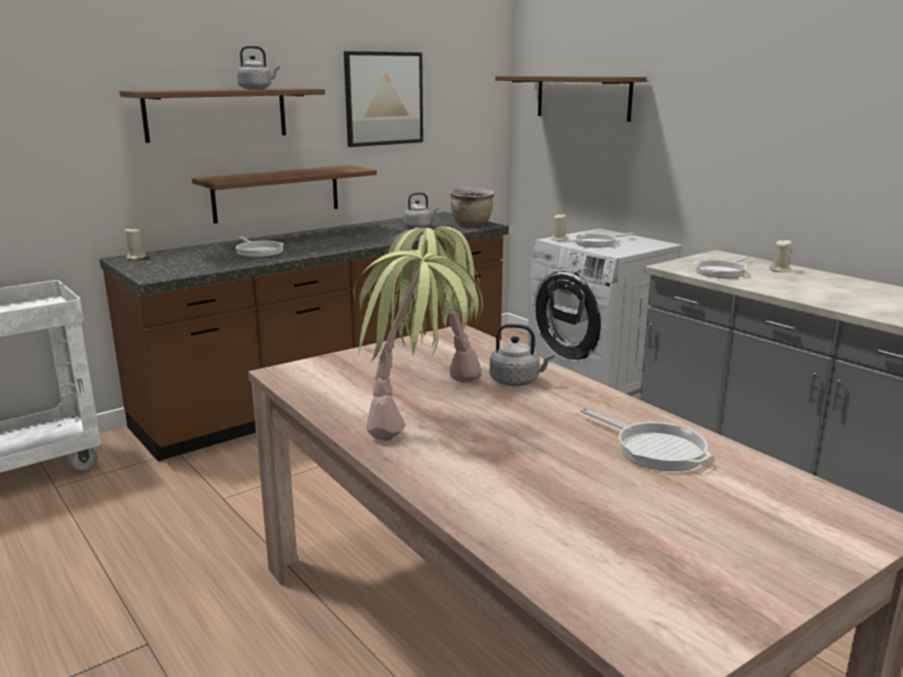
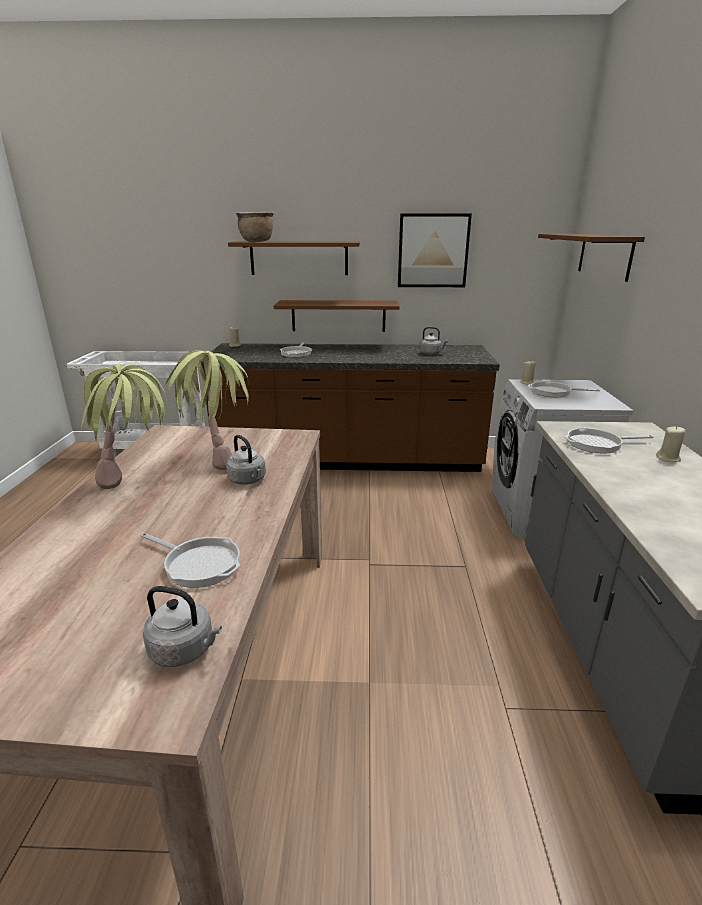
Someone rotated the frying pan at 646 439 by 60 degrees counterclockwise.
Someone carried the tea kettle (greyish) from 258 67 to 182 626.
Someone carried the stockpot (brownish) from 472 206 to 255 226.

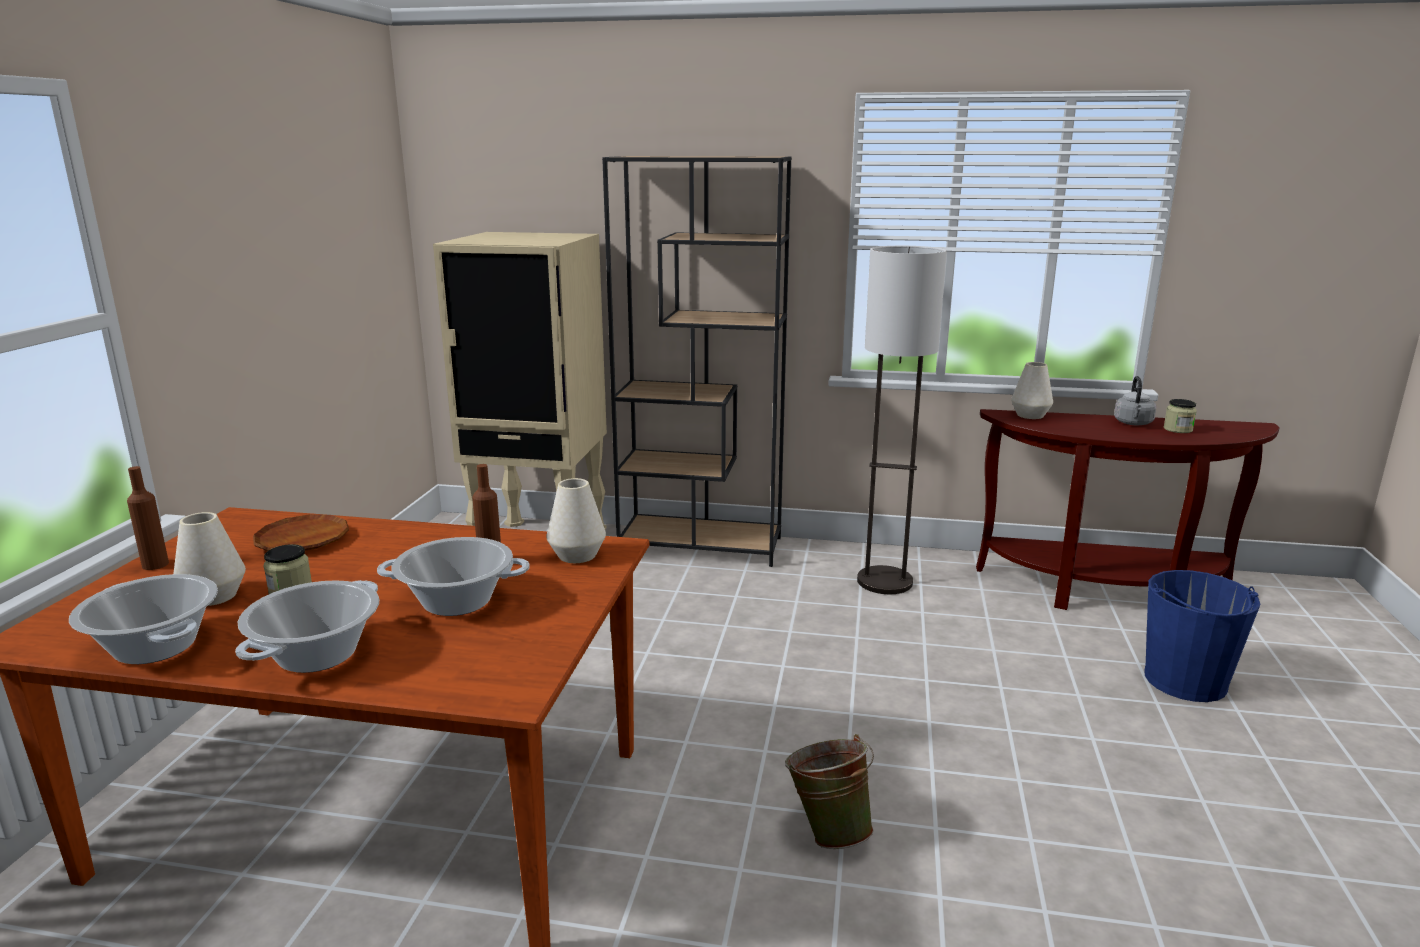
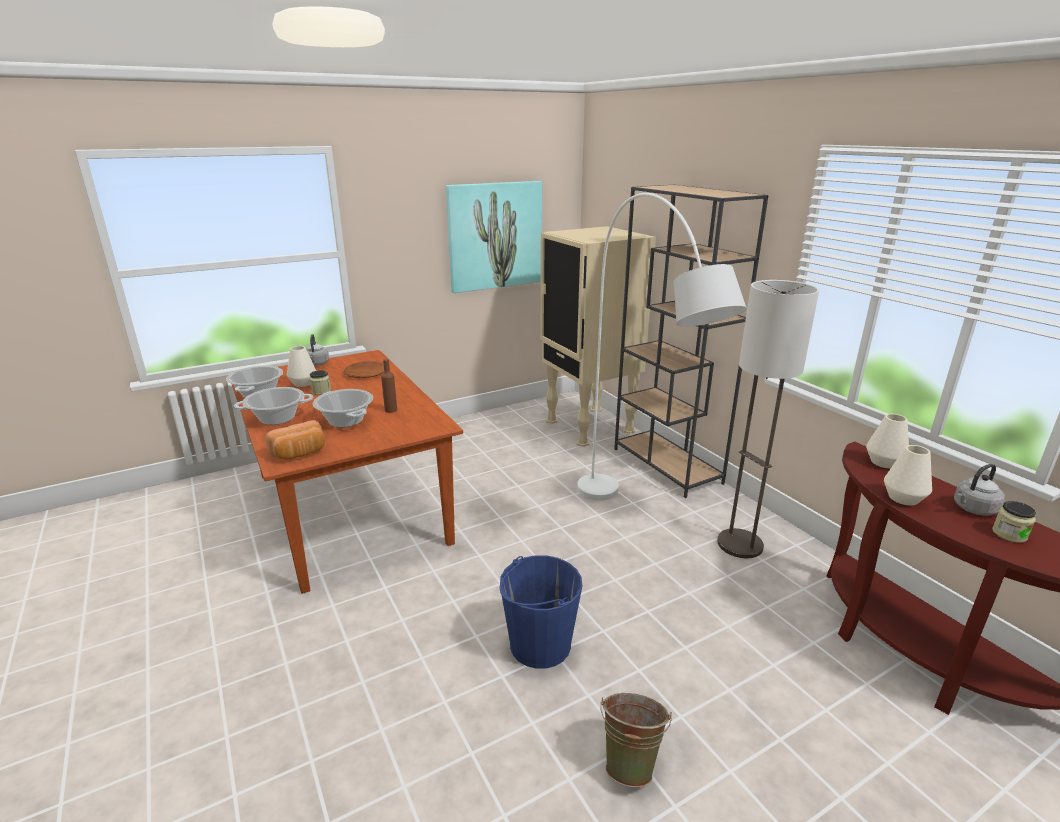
Someone put down the baked bread at 295 440.
Someone swapped the drink bottle (brownish) at 148 518 for the tea kettle (greyish) at 317 350.
Someone put up the wall art at 494 237.
Someone carried the pail (bluish) from 1202 636 to 541 612.
Someone put down the standard lamp (whitish) at 662 347.
Someone carried the pail (green-coloured) from 829 791 to 636 740.
Someone carried the decorative vase (whitish) from 576 520 to 908 475.

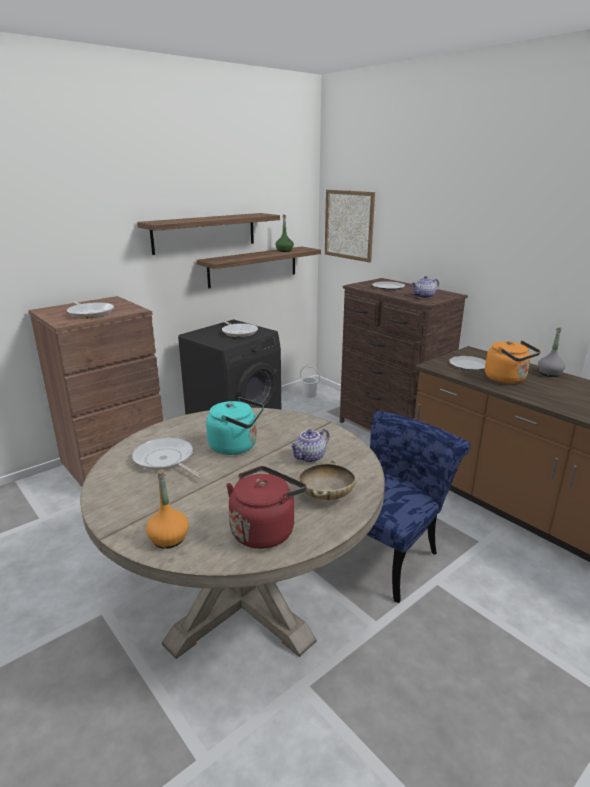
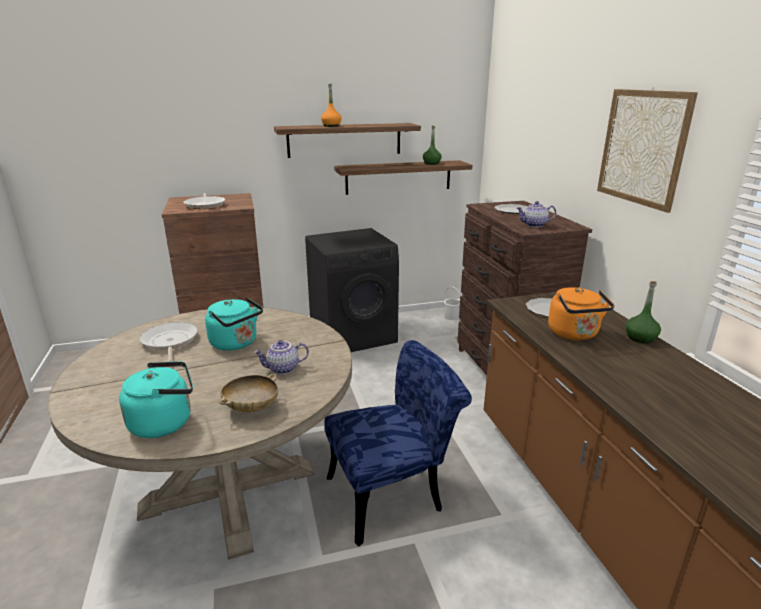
Someone repainted the tea kettle (red) at 266 507, which became the tea kettle (turquoise) at 156 399.
Someone carried the drink bottle (orange-coloured) from 167 509 to 331 105.
Someone carried the wall art from 350 226 to 647 150.
Someone repainted the drink bottle (greyish) at 552 352, which became the drink bottle (green-coloured) at 643 312.
Someone took away the frying pan at 240 328.

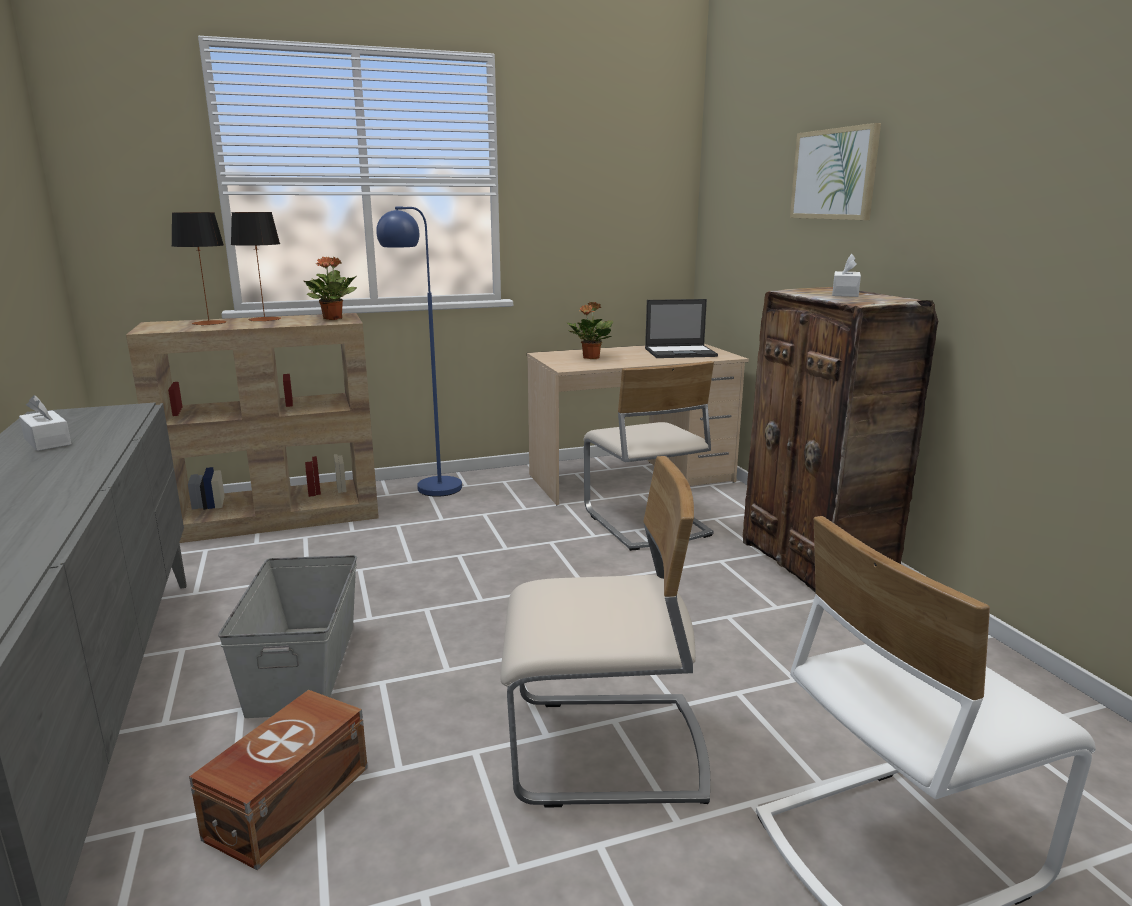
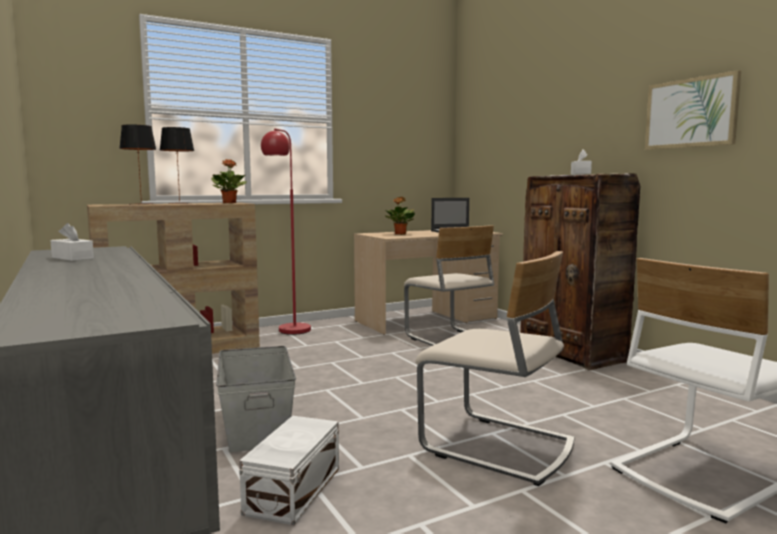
Someone repainted the storage bin (brownish) at 278 780, which became the storage bin (whitish) at 289 470.
Someone repainted the standard lamp (bluish) at 419 352, which became the standard lamp (red) at 286 232.
Someone rotated the chair (sand-coloured) at 605 631 by 45 degrees clockwise.
Someone carried the wall art from 835 171 to 693 110.

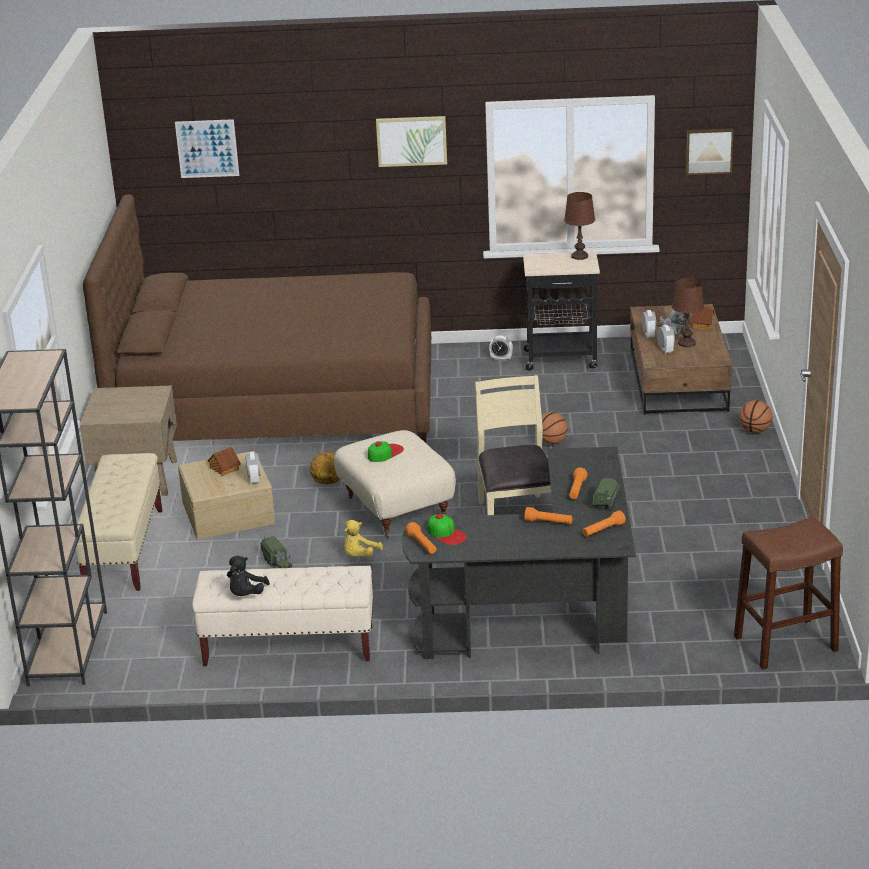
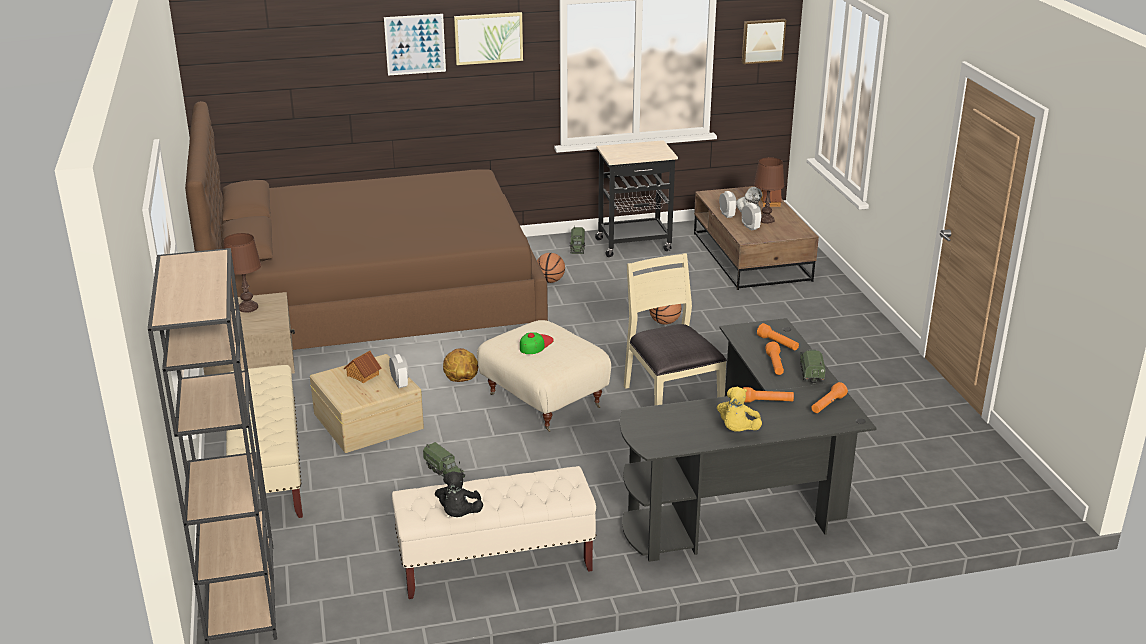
Someone carried the tabletop lamp (brownish) from 579 226 to 242 273.
Someone carried the wall art from 207 148 to 415 45.
Someone carried the basketball from 755 416 to 551 268.
Someone swapped the bedside clock at 501 348 for the model truck at 577 240.
Someone carried the plush toy (yellow) from 363 538 to 739 409.
Someone carried the hand torch (orange-coloured) from 420 538 to 778 337.
Someone took away the cap at 447 529.
Someone took away the stool seat (brownish) at 788 593.

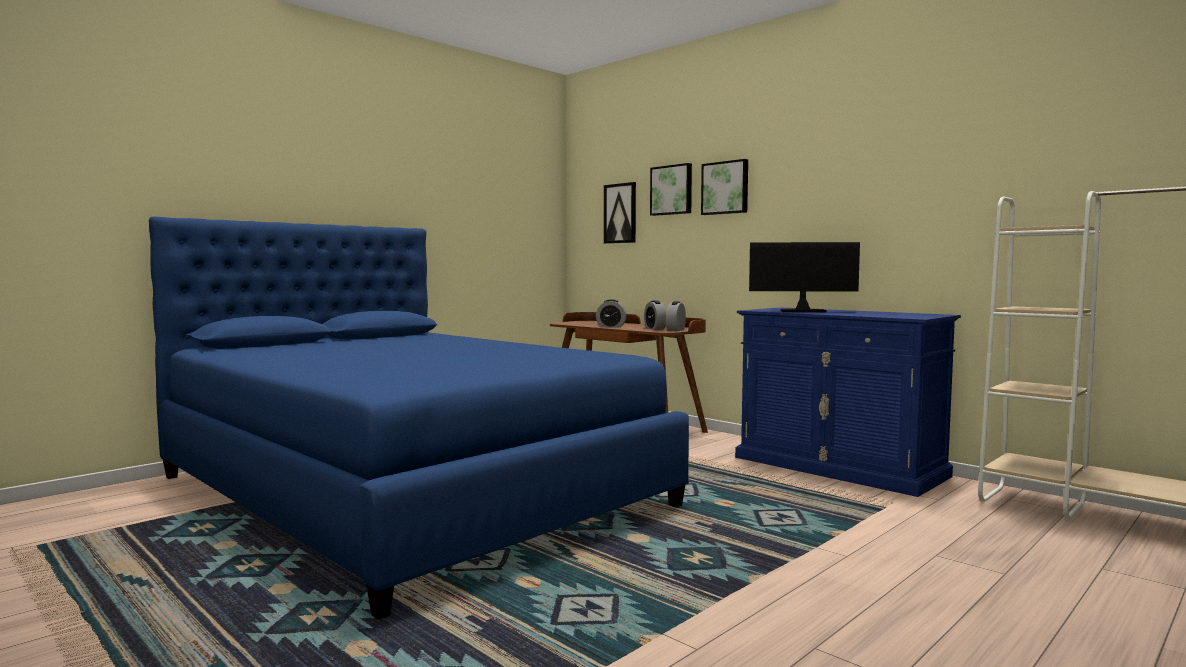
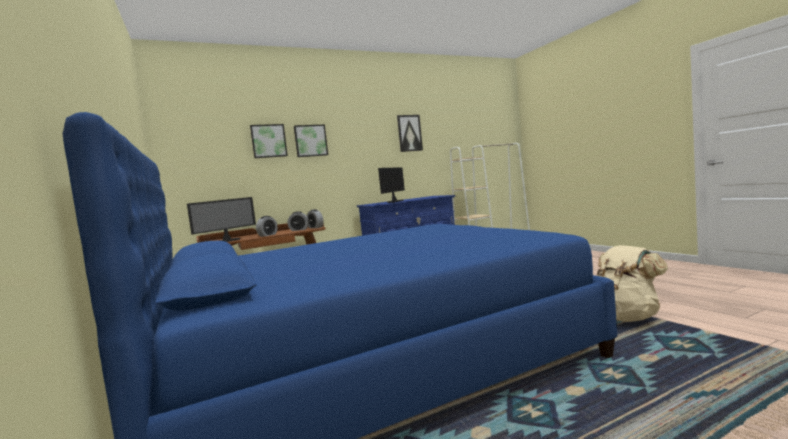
Someone put down the computer display at 221 219.
Someone carried the wall art from 620 213 to 410 133.
Someone put down the rucksack (sand-coloured) at 632 283.

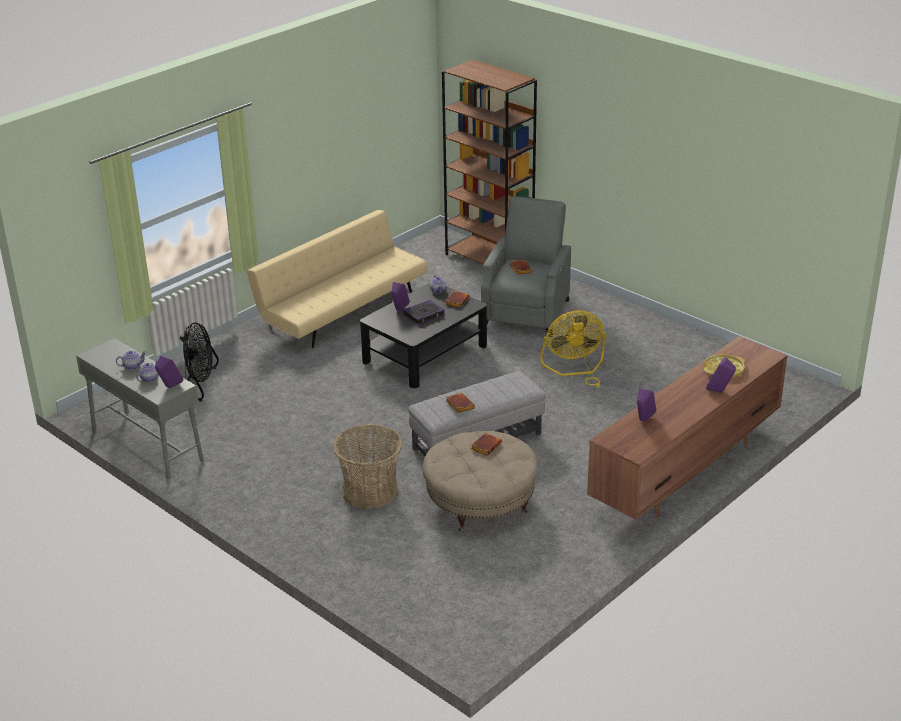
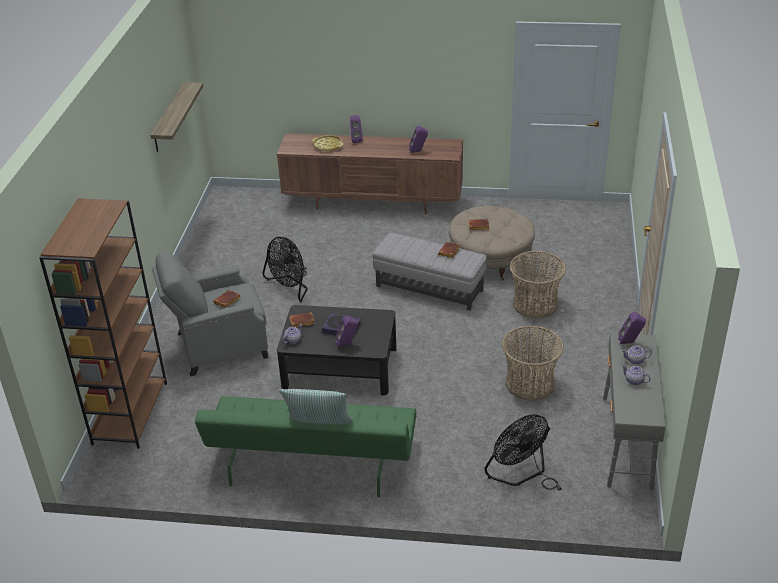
Someone put up the shelf at 176 117.
Someone repainted the settee (sand-coloured) at 337 279, which became the settee (green-coloured) at 305 446.
Someone repainted the fan (yellow) at 573 349, which became the fan (black-coloured) at 285 270.
Someone put down the throw pillow at 316 406.
Someone put down the household basket at 533 363.

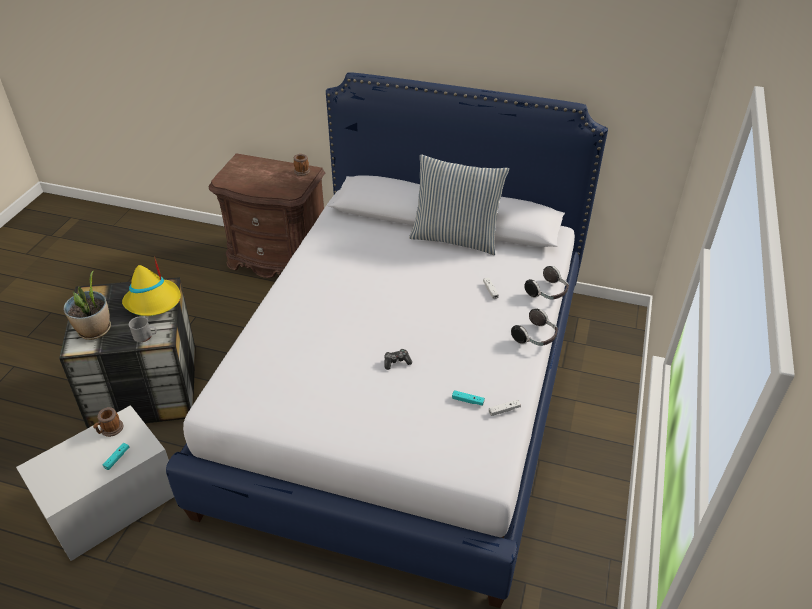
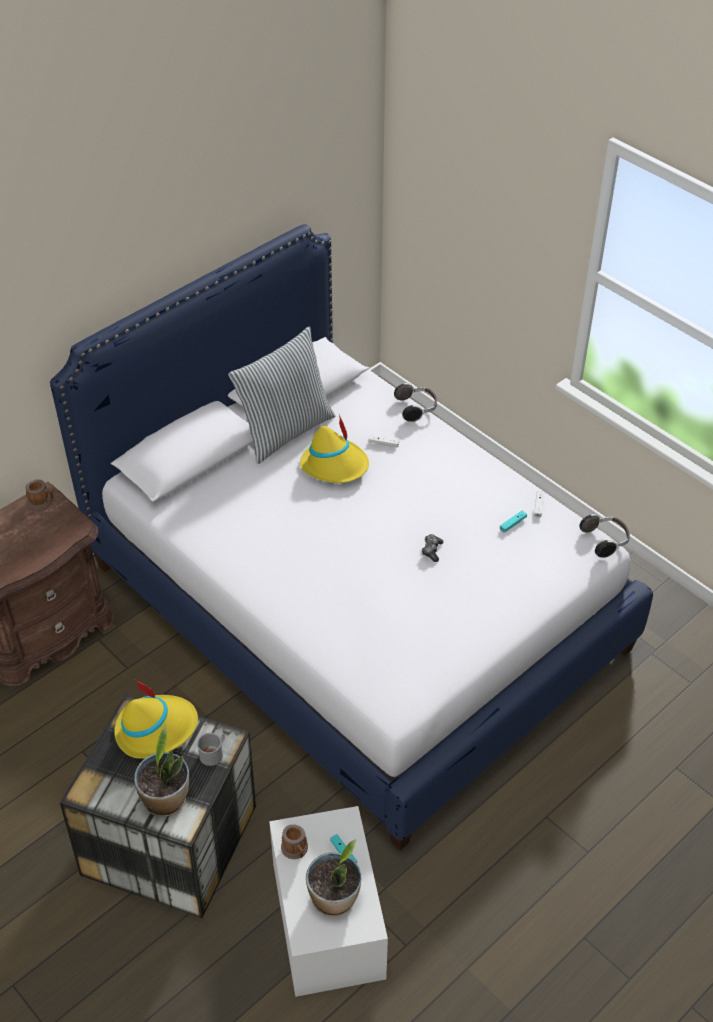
Someone put down the wearable hat (yellow) at 334 448.
Someone put down the plant in a pot at 333 878.
Someone carried the pair of headphones from 534 327 to 605 536.

